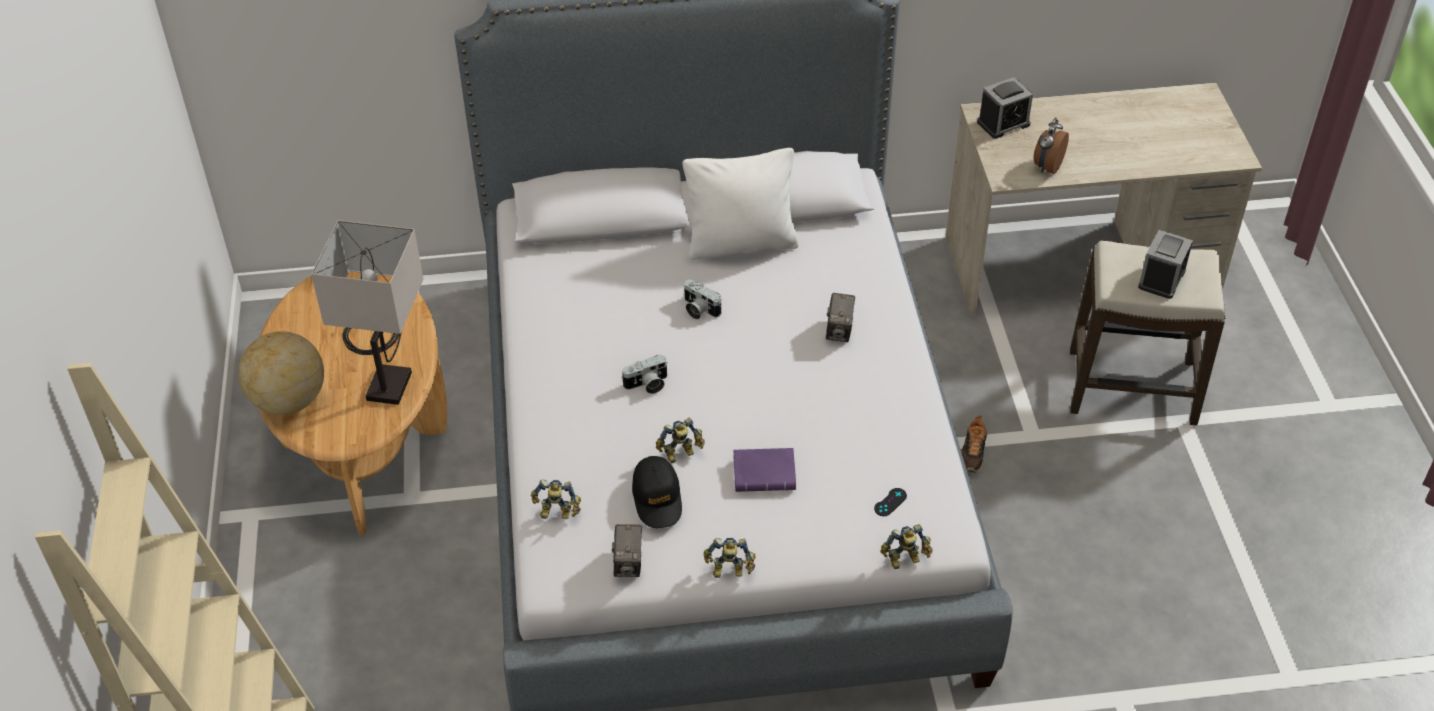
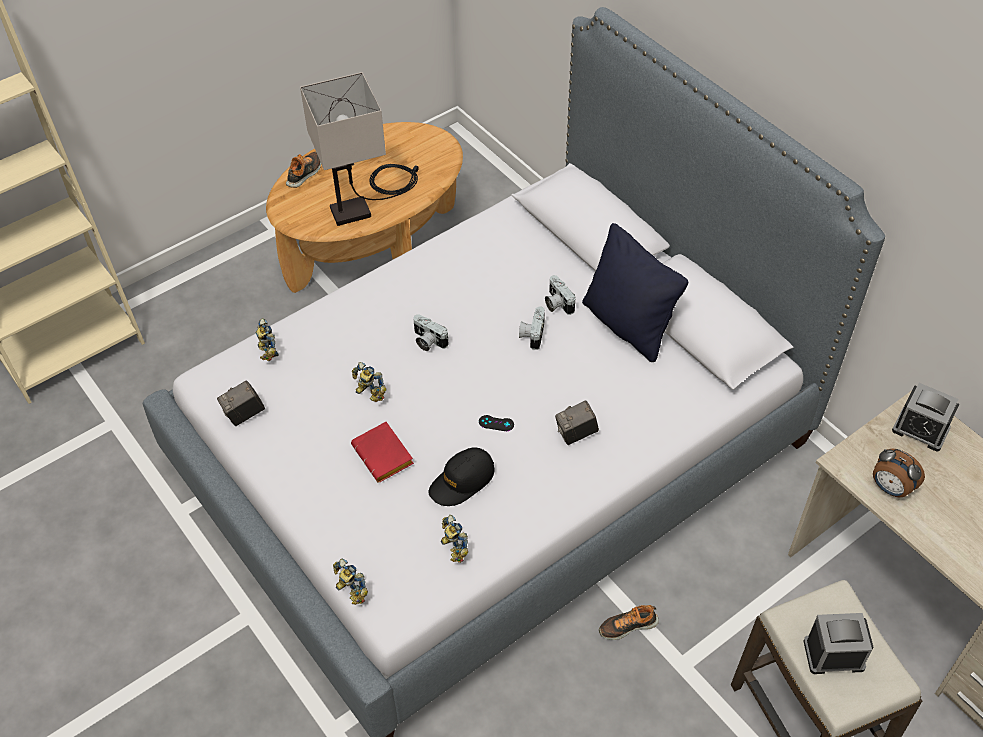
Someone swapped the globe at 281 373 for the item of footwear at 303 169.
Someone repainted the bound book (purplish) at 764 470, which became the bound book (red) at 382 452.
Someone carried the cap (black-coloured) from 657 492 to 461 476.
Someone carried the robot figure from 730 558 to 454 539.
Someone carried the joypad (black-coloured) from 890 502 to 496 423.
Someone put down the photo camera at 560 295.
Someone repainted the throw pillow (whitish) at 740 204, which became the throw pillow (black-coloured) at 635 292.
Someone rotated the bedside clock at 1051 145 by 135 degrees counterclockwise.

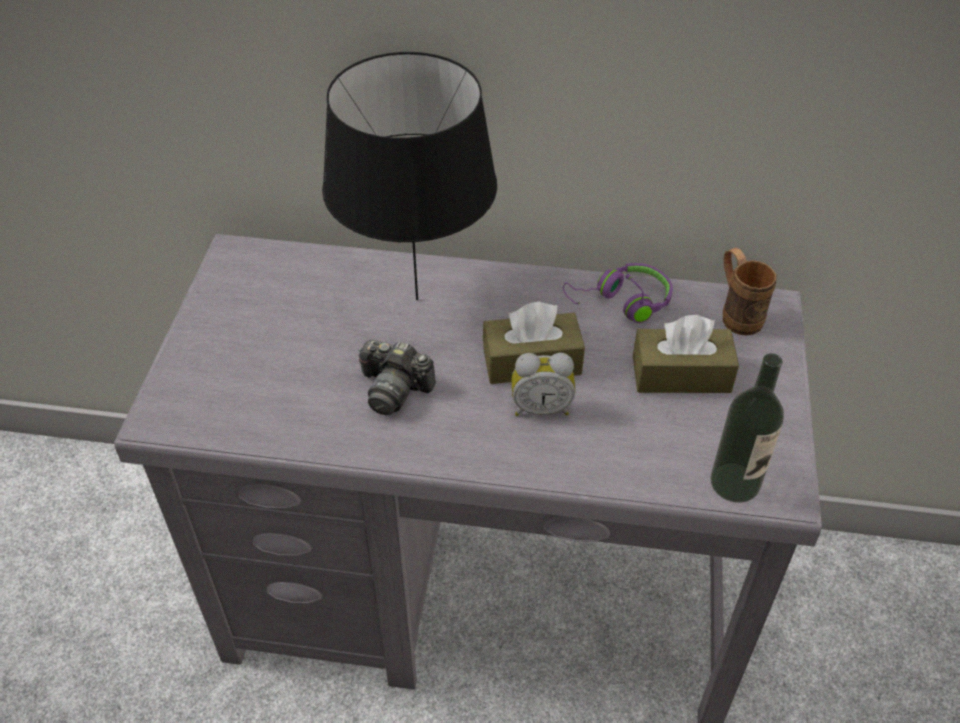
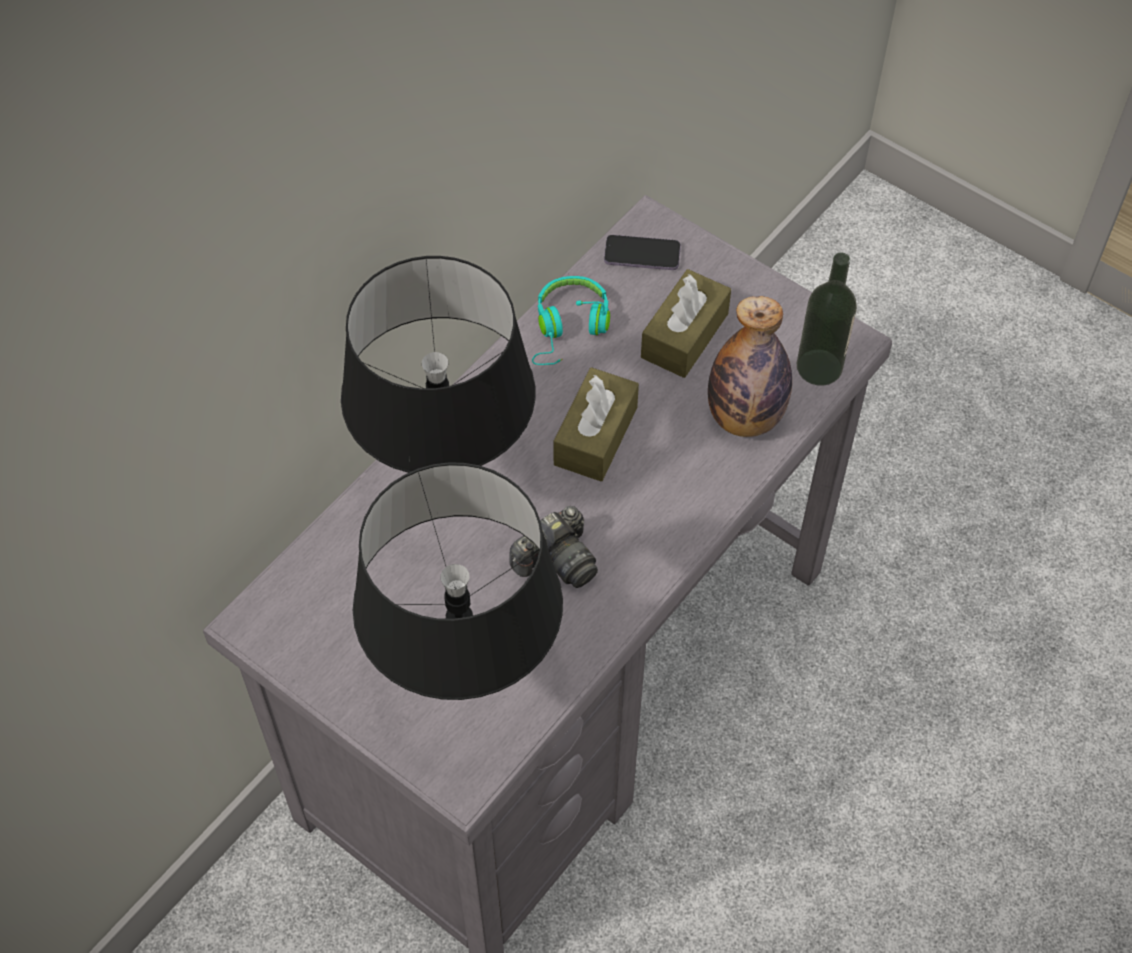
Someone put down the tabletop lamp (black-coloured) at 458 581.
Someone repainted the pair of headphones (purplish) at 618 293, which became the pair of headphones (turquoise) at 571 320.
Someone swapped the tea mug (brownish) at 750 292 for the phone at 642 252.
Someone put down the drink bottle at 750 366.
Someone took away the bedside clock at 543 384.

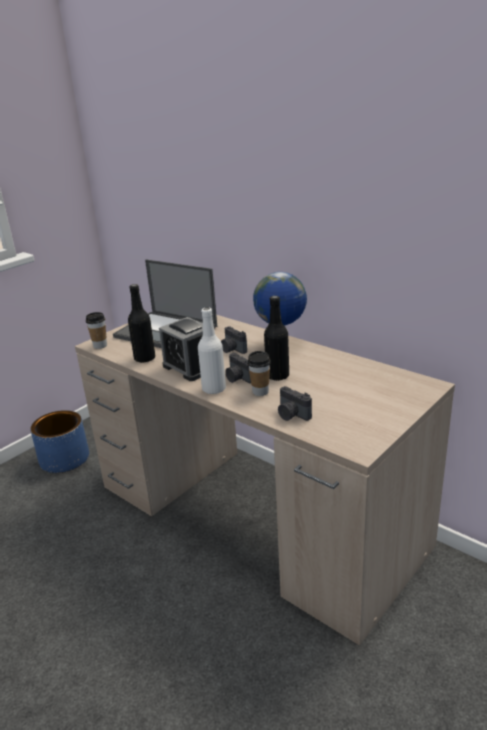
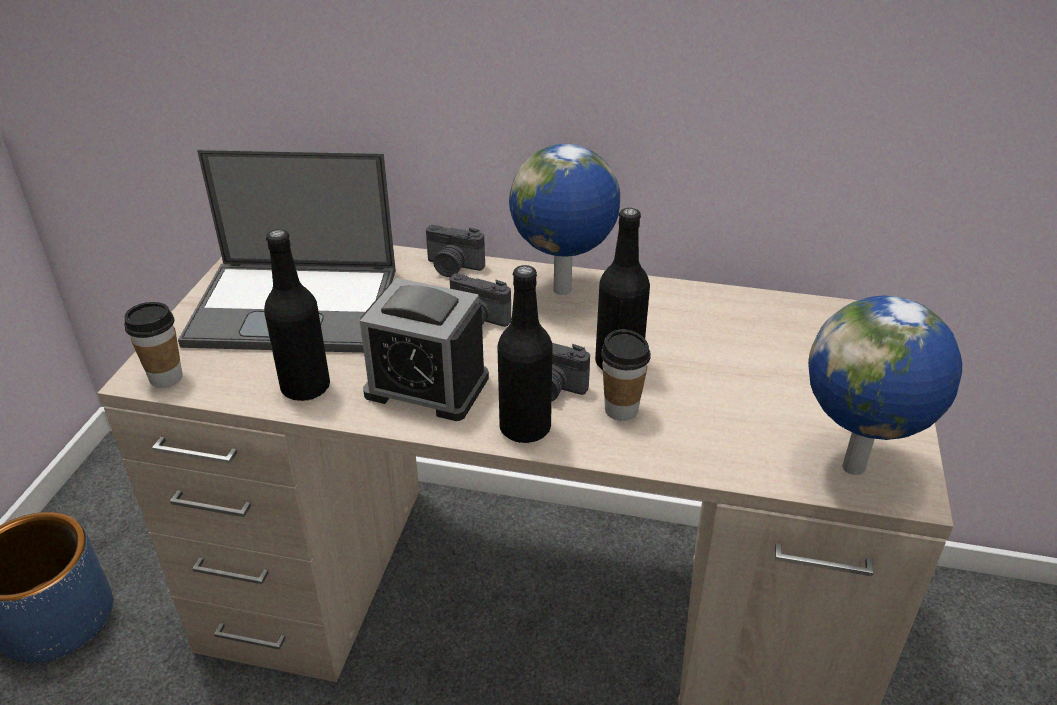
Someone carried the photo camera from 295 403 to 455 251.
Someone repainted the drink bottle (whitish) at 212 350, which became the drink bottle (black-coloured) at 525 354.
Someone put down the globe at 885 385.

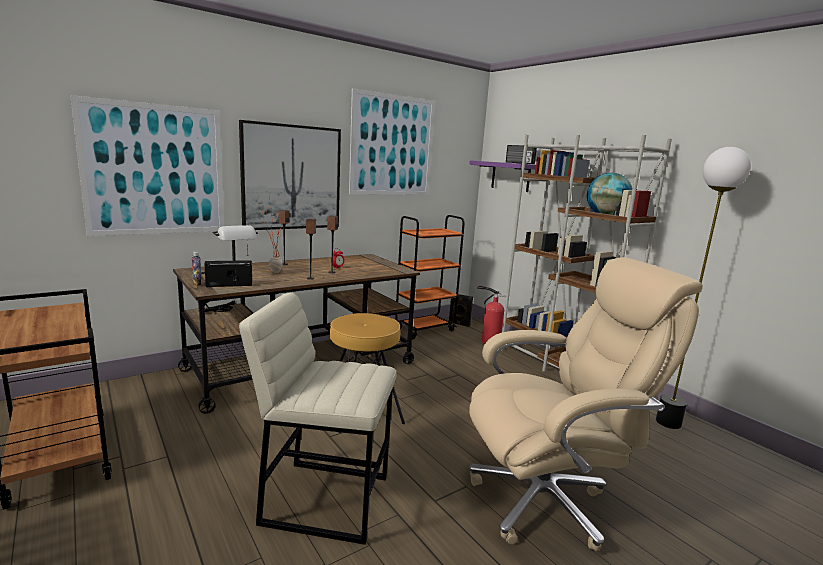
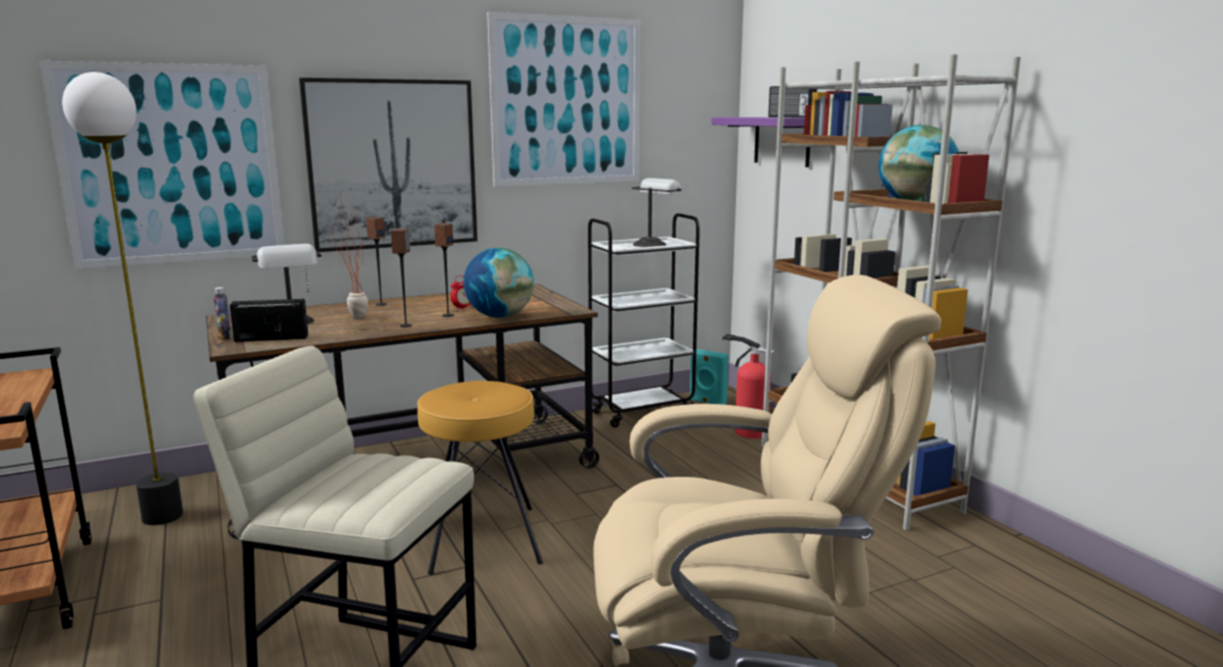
Someone carried the standard lamp from 703 288 to 122 298.
Someone put down the globe at 498 283.
Someone repainted the trolley (orange-coloured) at 430 277, which became the trolley (whitish) at 644 320.
Someone put down the tabletop lamp at 657 212.
Someone repainted the audio speaker (black-coloured) at 461 310, which became the audio speaker (turquoise) at 708 377.

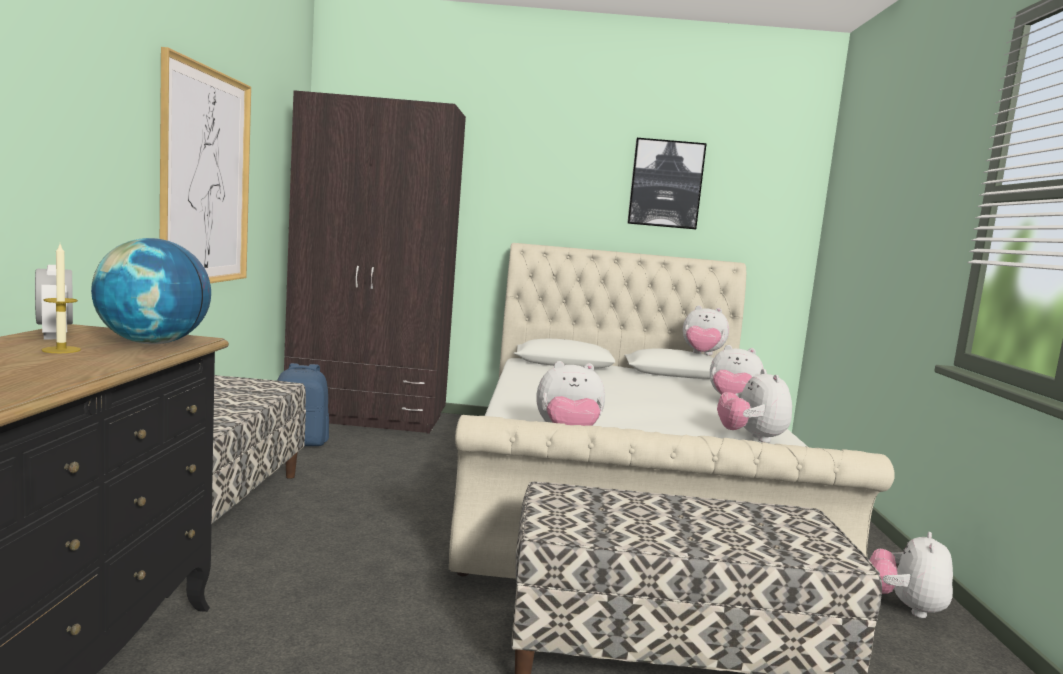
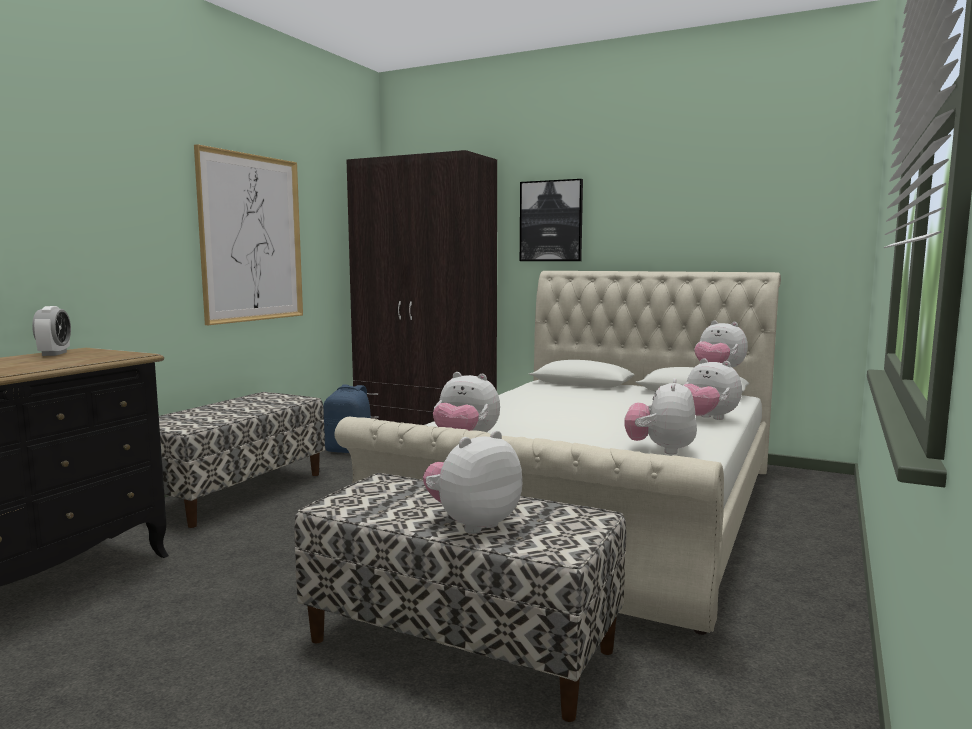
Someone carried the plush toy from 911 575 to 472 482.
Someone carried the wall art from 667 183 to 551 220.
Someone took away the wax light at 61 298.
Someone took away the globe at 151 291.

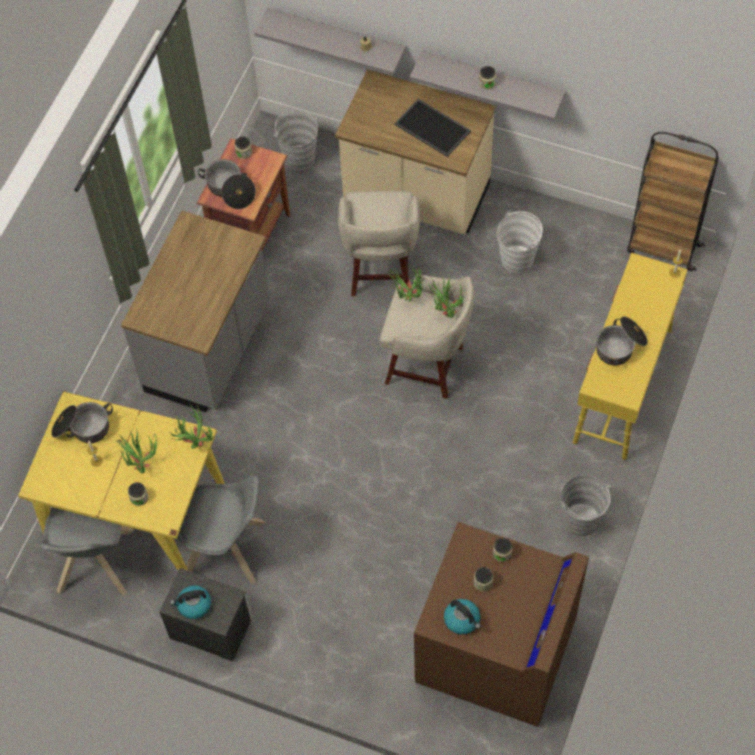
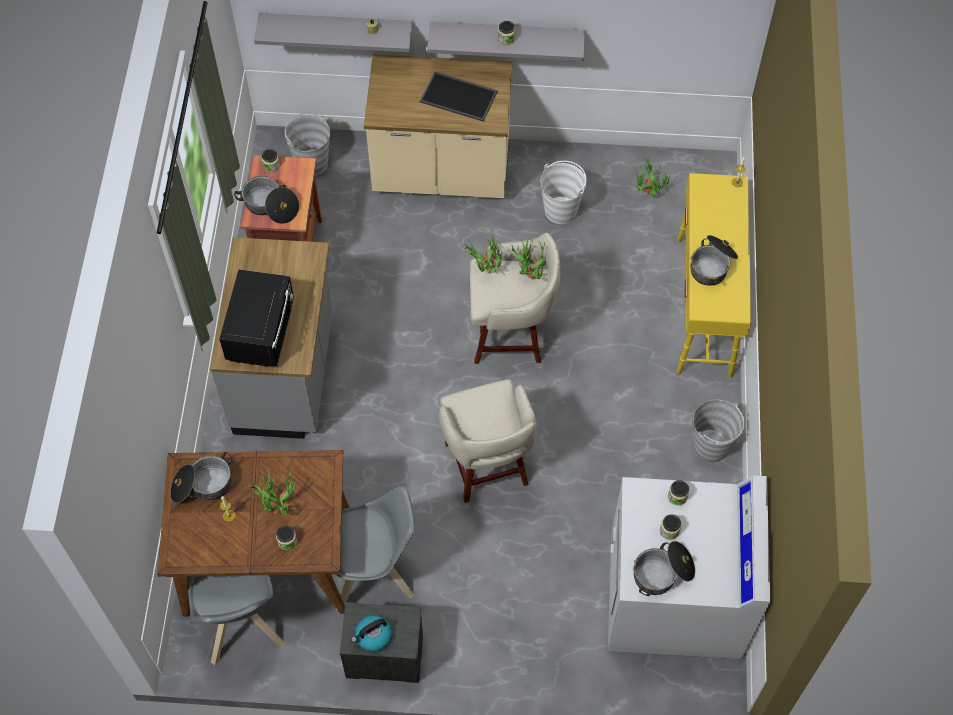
Someone repainted the dining table (yellow) at 121 481, which became the dining table (brownish) at 253 533.
Someone put down the microwave (black-coloured) at 256 318.
Someone carried the stool seat (sand-coloured) from 379 243 to 488 441.
Someone repainted the washing machine (brownish) at 501 624, which became the washing machine (whitish) at 689 567.
Someone swapped the tea kettle at 462 617 for the stockpot at 664 568.
Someone carried the plant in a pot from 191 426 to 653 176.
Someone took away the trolley (brownish) at 673 202.

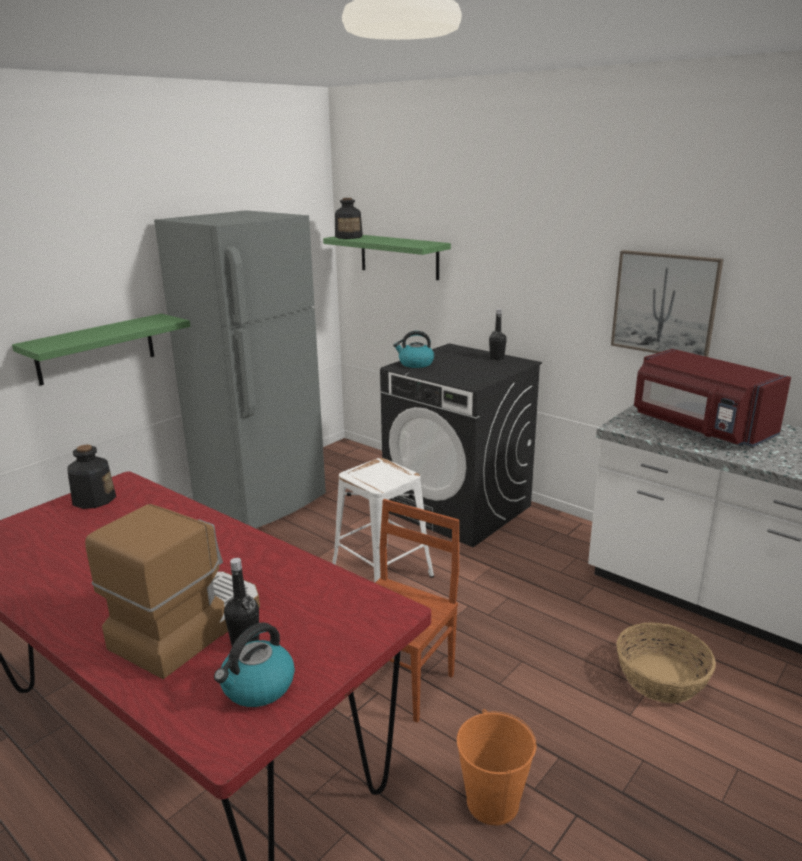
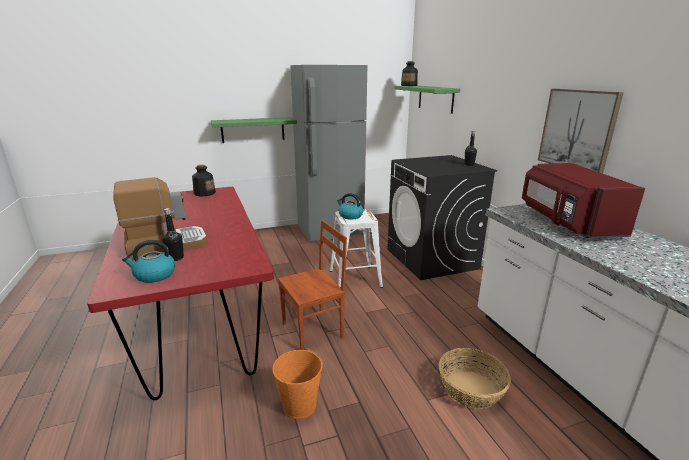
Someone carried the tea kettle from 413 349 to 350 206.

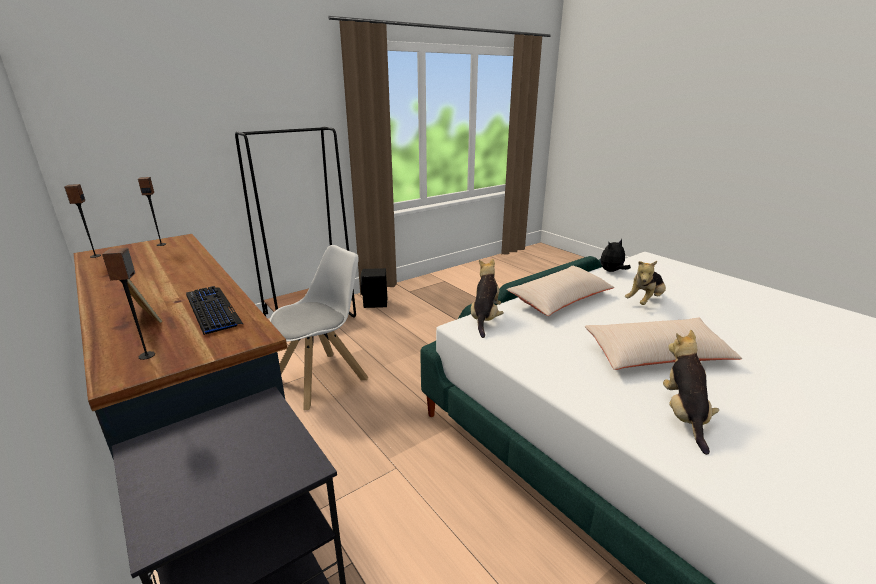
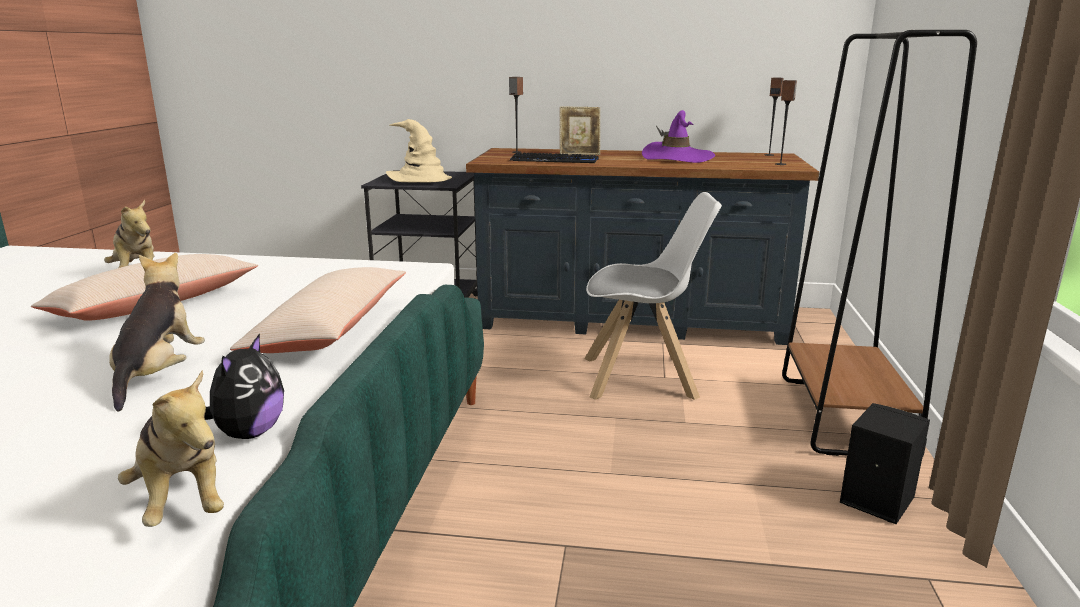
Someone carried the plush toy from 487 298 to 171 448.
Someone put down the wearable hat (sand-coloured) at 419 150.
Someone rotated the chair at 318 327 by 90 degrees counterclockwise.
Someone put down the wearable hat (purplish) at 678 136.

